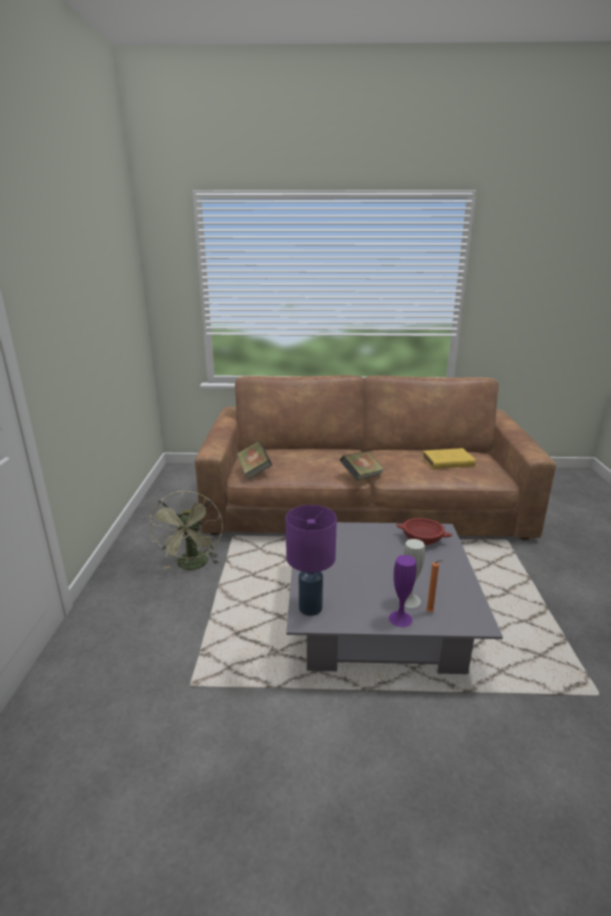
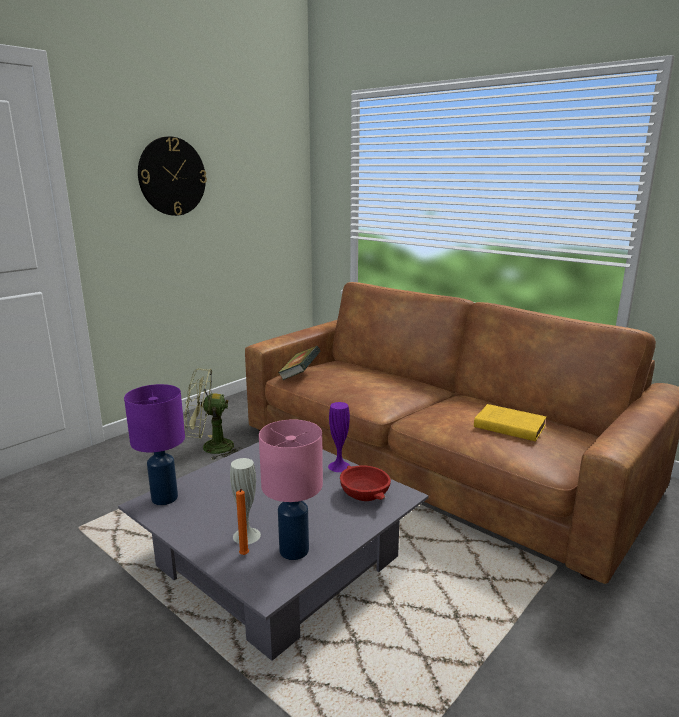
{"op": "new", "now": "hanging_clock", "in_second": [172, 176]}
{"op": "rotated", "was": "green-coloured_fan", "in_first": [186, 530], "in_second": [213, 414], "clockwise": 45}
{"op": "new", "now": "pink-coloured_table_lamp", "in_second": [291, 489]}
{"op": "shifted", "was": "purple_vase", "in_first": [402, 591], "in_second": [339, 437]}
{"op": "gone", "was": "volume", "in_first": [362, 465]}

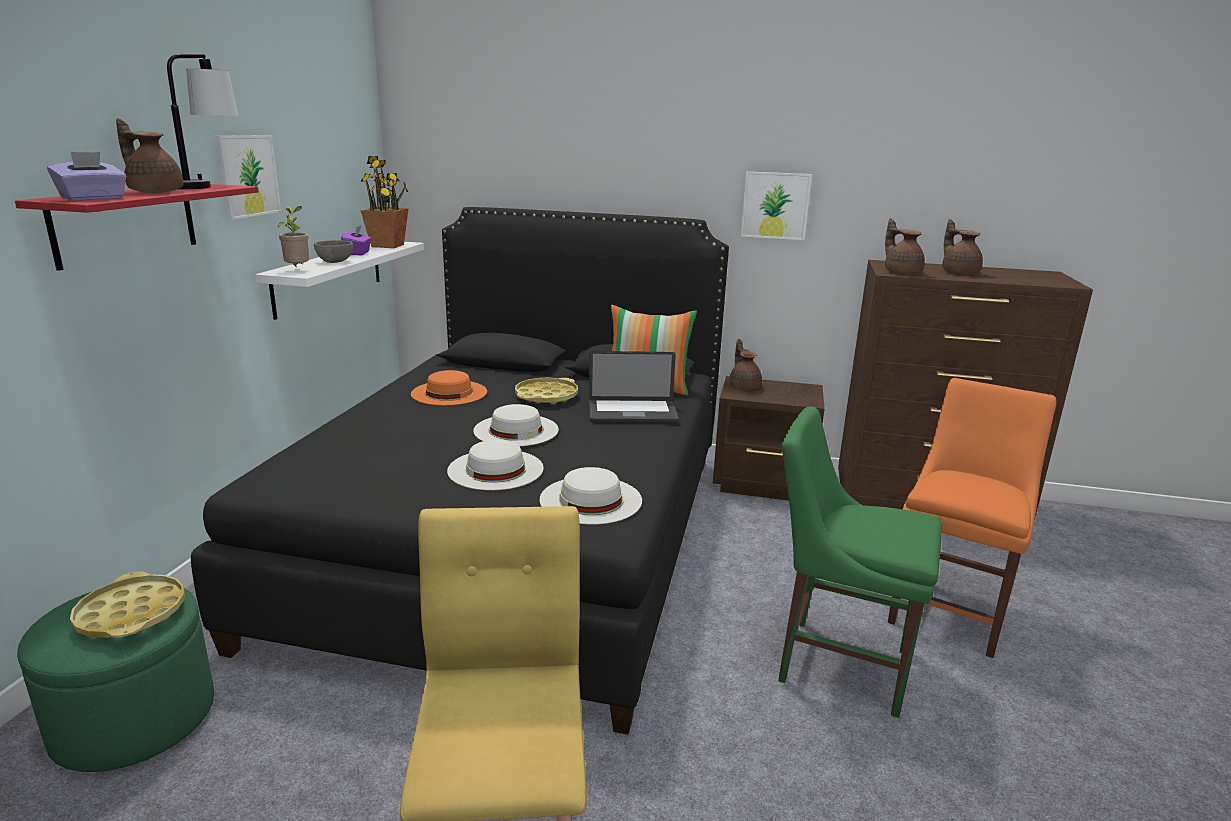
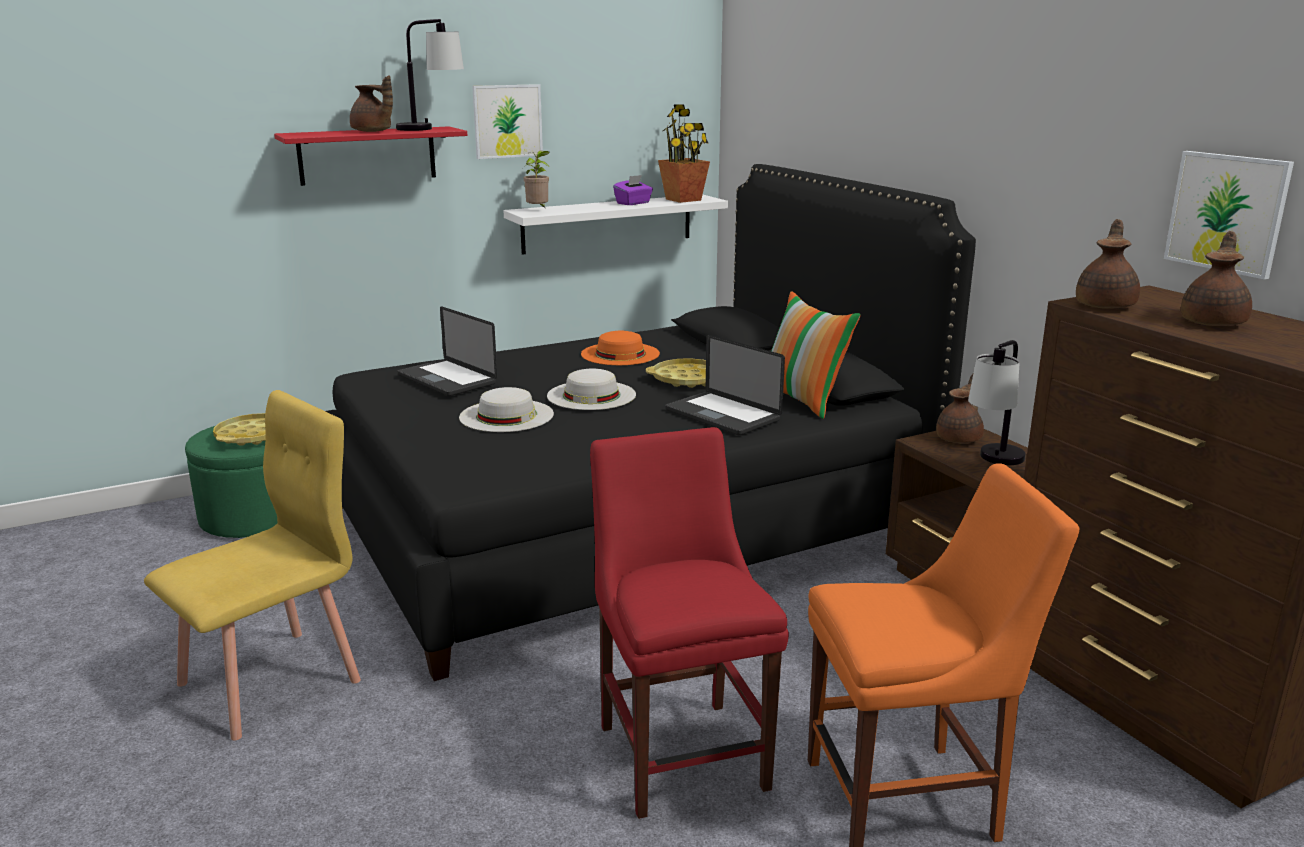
{"op": "rotated", "was": "brown-coloured_teapot", "in_first": [150, 155], "in_second": [371, 103], "clockwise": 135}
{"op": "new", "now": "portable_computer", "in_second": [447, 351]}
{"op": "repainted", "was": "green-coloured_plain_chair", "now": "reddish_plain_chair", "in_first": [860, 562], "in_second": [689, 623]}
{"op": "new", "now": "table_lamp", "in_second": [997, 402]}
{"op": "shifted", "was": "wall_art", "in_first": [776, 205], "in_second": [1229, 215]}
{"op": "gone", "was": "purple_tissue_holder", "in_first": [87, 176]}
{"op": "gone", "was": "gray_bowl", "in_first": [333, 251]}
{"op": "gone", "was": "white-coloured_clothing_hat", "in_first": [591, 496]}

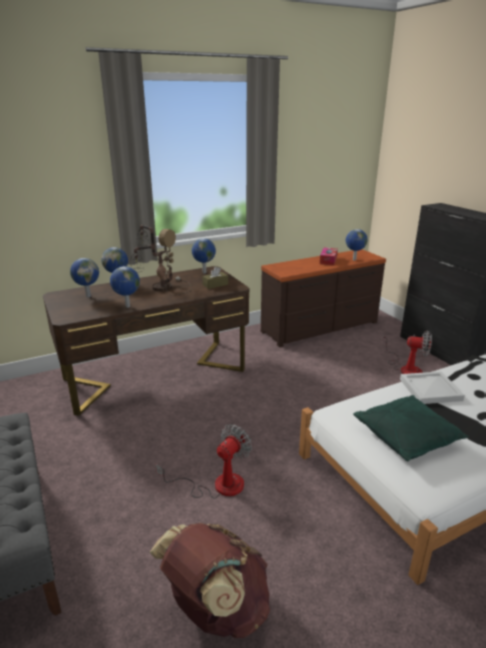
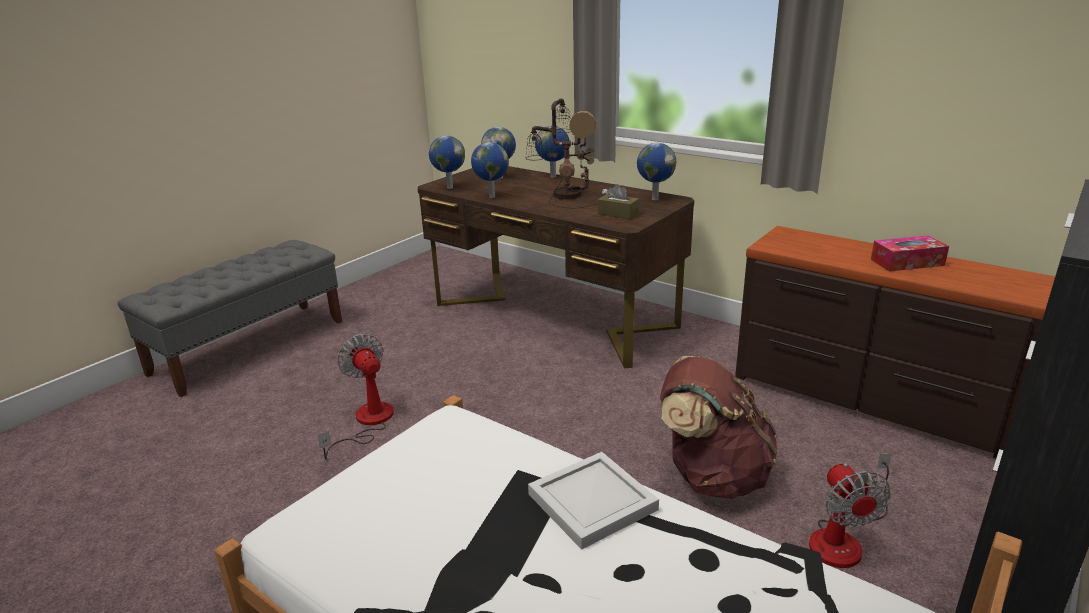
{"op": "rotated", "was": "fan", "in_first": [204, 461], "in_second": [356, 397], "clockwise": -135}
{"op": "shifted", "was": "world_globe", "in_first": [357, 244], "in_second": [447, 162]}
{"op": "shifted", "was": "brown-coloured_backpack", "in_first": [209, 580], "in_second": [718, 427]}
{"op": "gone", "was": "green-coloured_pillow", "in_first": [411, 428]}

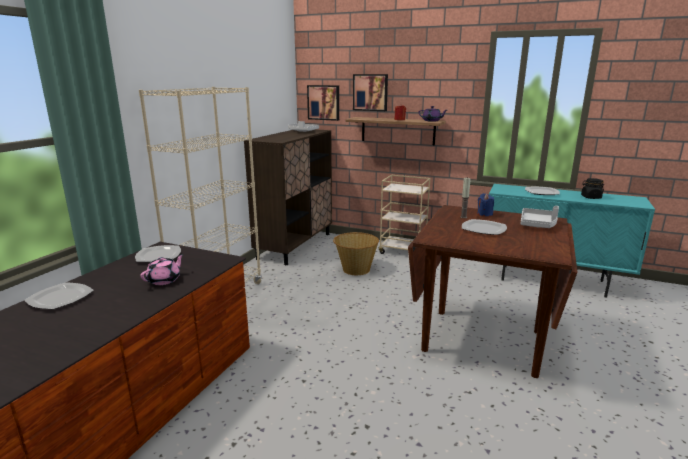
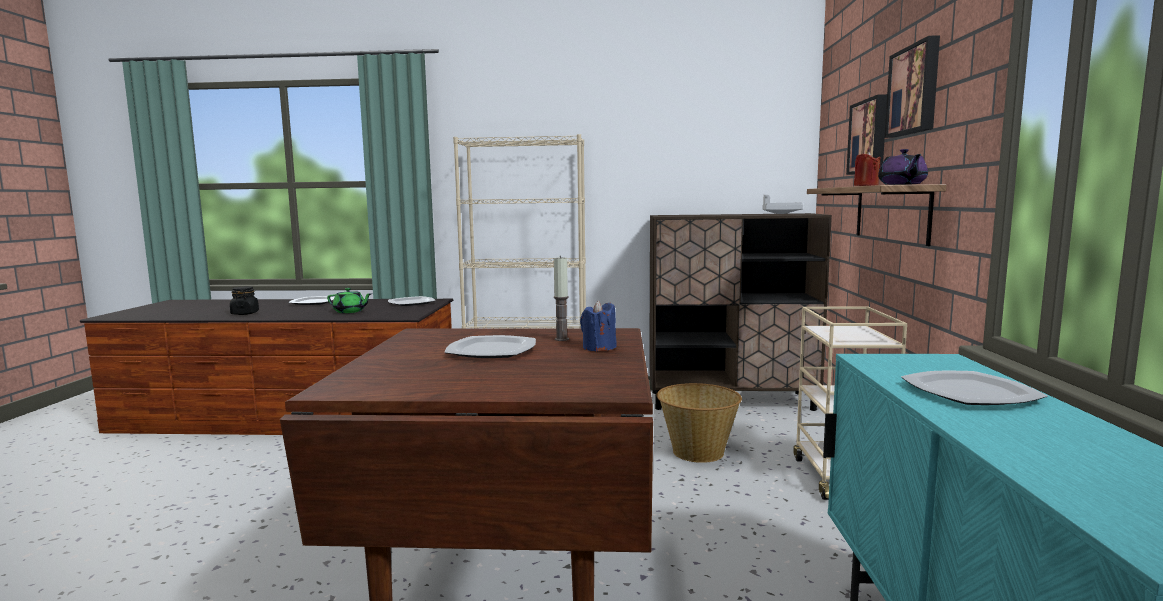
{"op": "shifted", "was": "black_storage_jar", "in_first": [592, 188], "in_second": [244, 300]}
{"op": "repainted", "was": "pink-coloured_teapot", "now": "green-coloured_teapot", "in_first": [162, 269], "in_second": [349, 300]}
{"op": "shifted", "was": "wall_art", "in_first": [323, 103], "in_second": [912, 86]}
{"op": "gone", "was": "gray_tray", "in_first": [540, 217]}

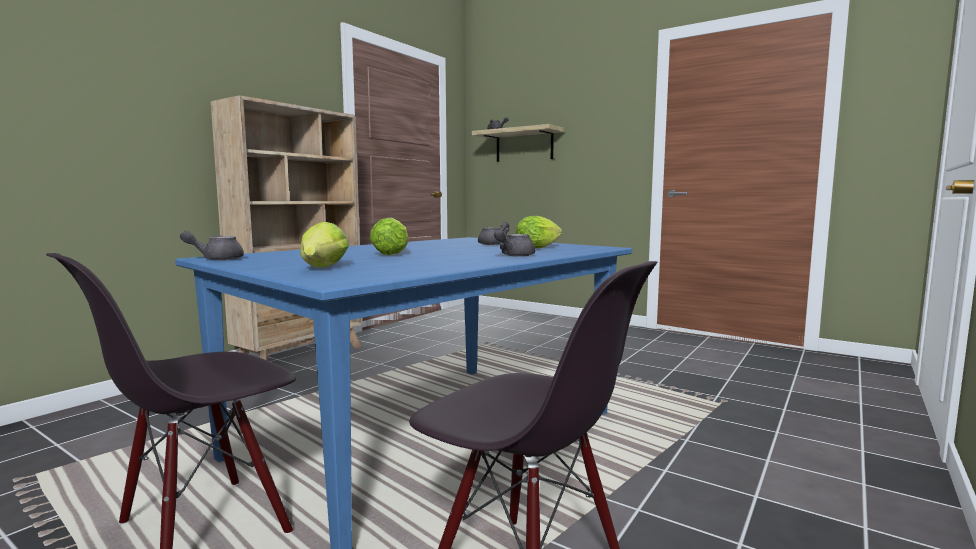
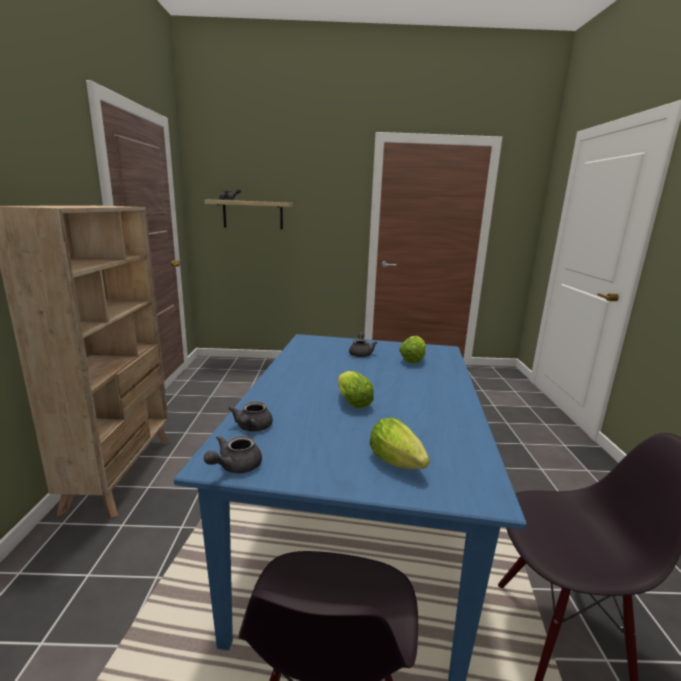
{"op": "shifted", "was": "gray_teapot", "in_first": [514, 242], "in_second": [251, 417]}

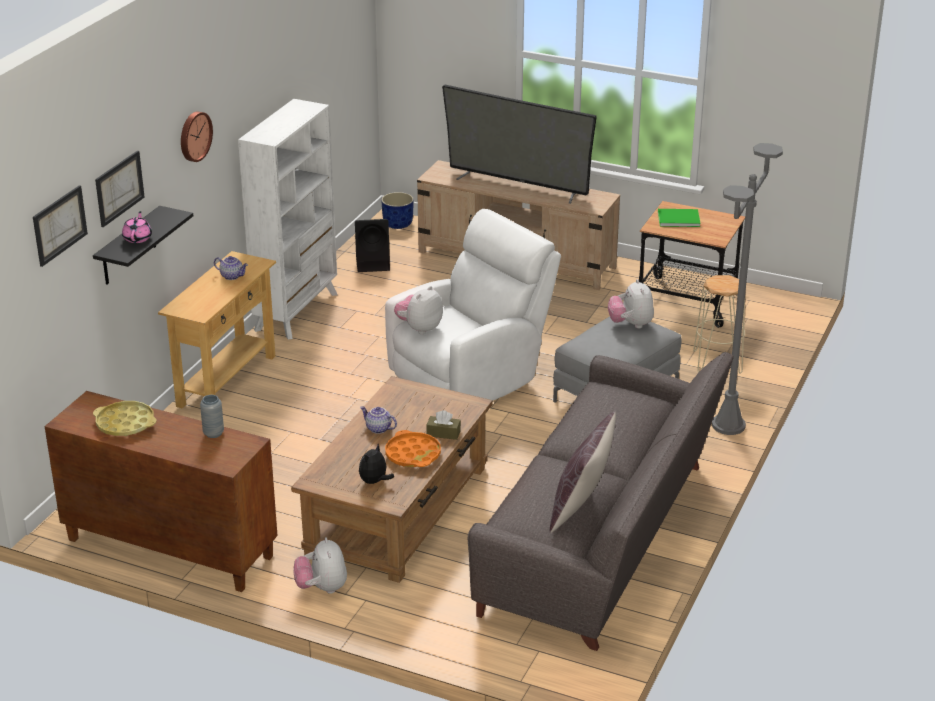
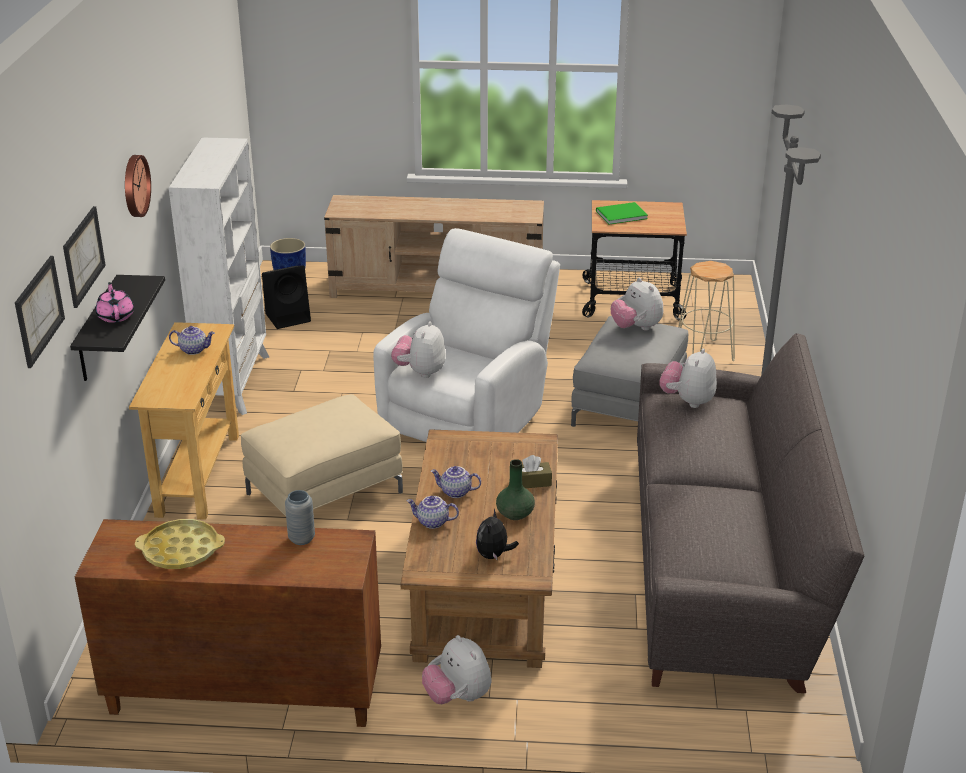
{"op": "new", "now": "beige-coloured_ottoman", "in_second": [322, 455]}
{"op": "new", "now": "teapot", "in_second": [432, 512]}
{"op": "swapped", "was": "orangey_tray", "now": "green-coloured_vase", "in_first": [413, 448], "in_second": [515, 489]}
{"op": "new", "now": "soft_toy", "in_second": [688, 378]}
{"op": "gone", "was": "television", "in_first": [519, 144]}
{"op": "gone", "was": "brown-coloured_pillow", "in_first": [583, 472]}

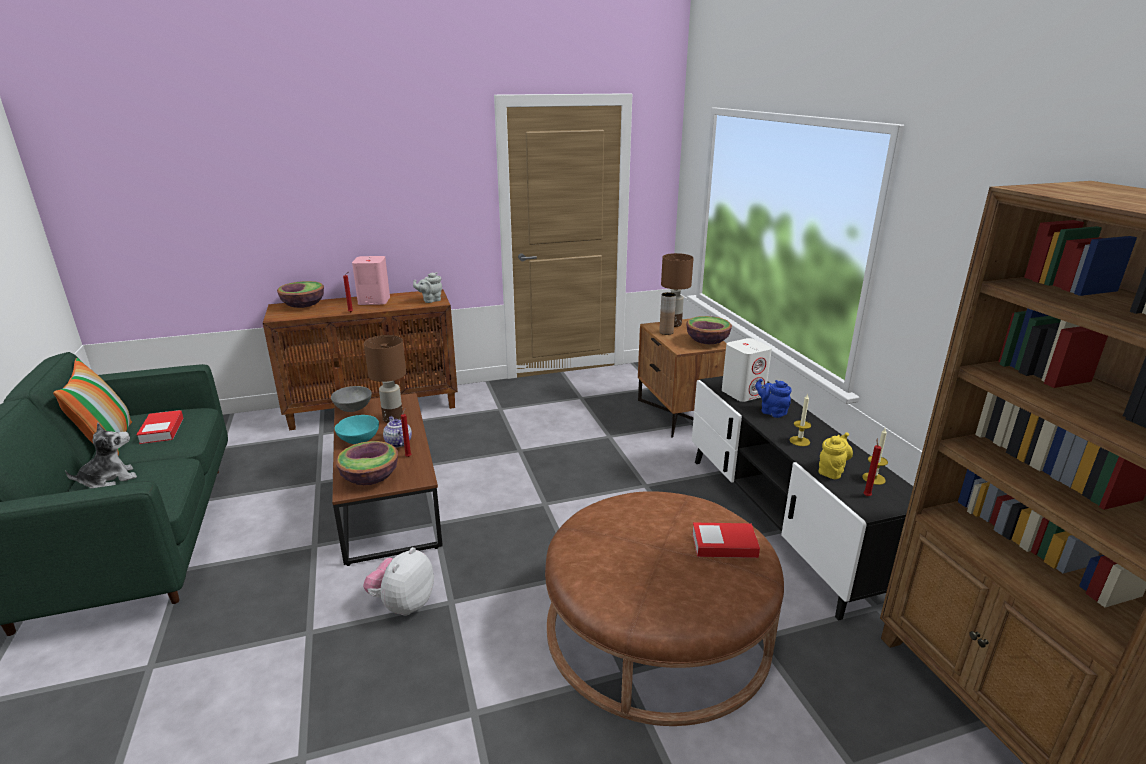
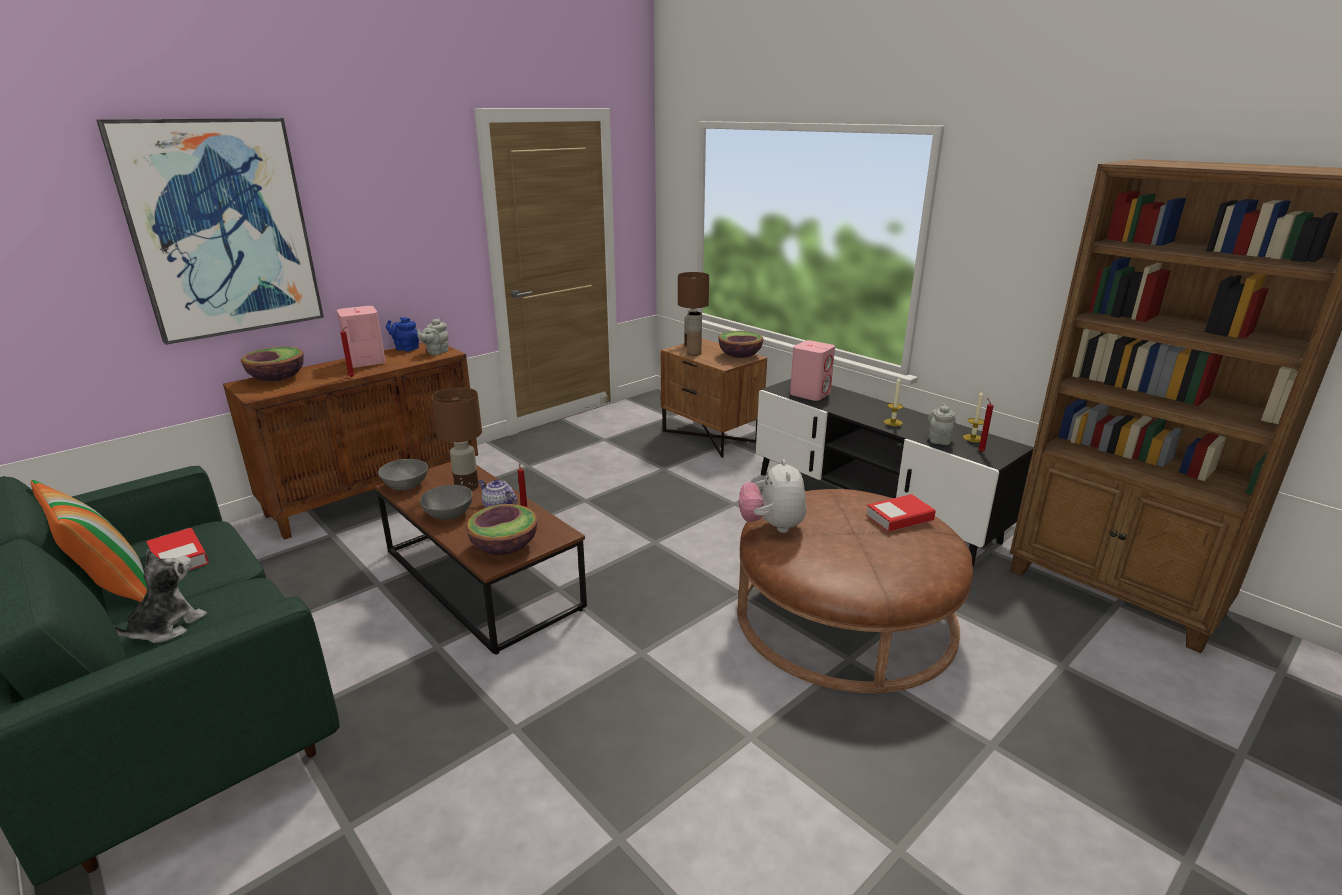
{"op": "new", "now": "wall_art", "in_second": [210, 231]}
{"op": "shifted", "was": "bluish_teapot", "in_first": [773, 398], "in_second": [402, 334]}
{"op": "repainted", "was": "turquoise-coloured_bowl", "now": "gray_bowl", "in_first": [357, 429], "in_second": [446, 502]}
{"op": "shifted", "was": "soft_toy", "in_first": [398, 581], "in_second": [772, 496]}
{"op": "repainted", "was": "white-coloured_audio_speaker", "now": "pink-coloured_audio_speaker", "in_first": [747, 370], "in_second": [812, 370]}
{"op": "repainted", "was": "yellow_teapot", "now": "gray_teapot", "in_first": [835, 455], "in_second": [941, 424]}

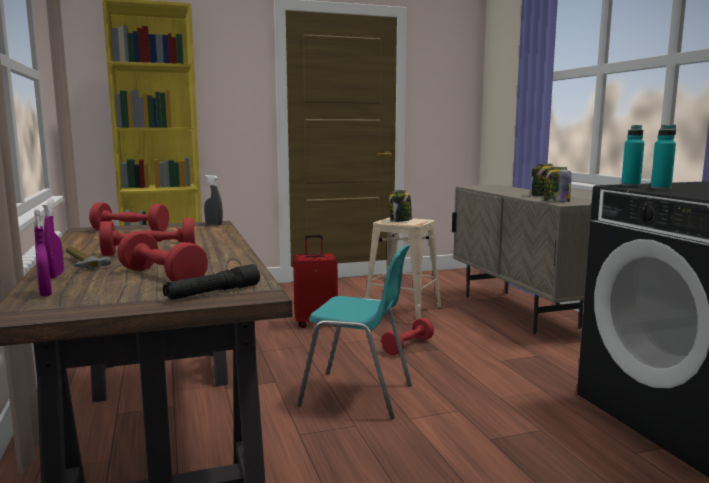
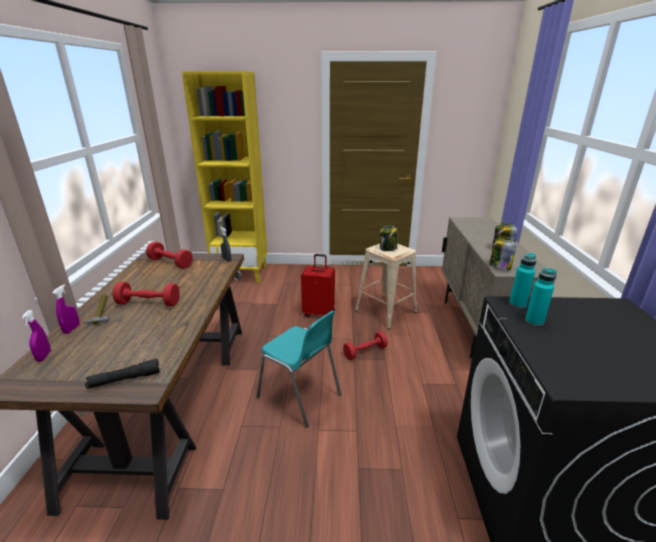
{"op": "gone", "was": "reddish_hand_weight", "in_first": [162, 256]}

